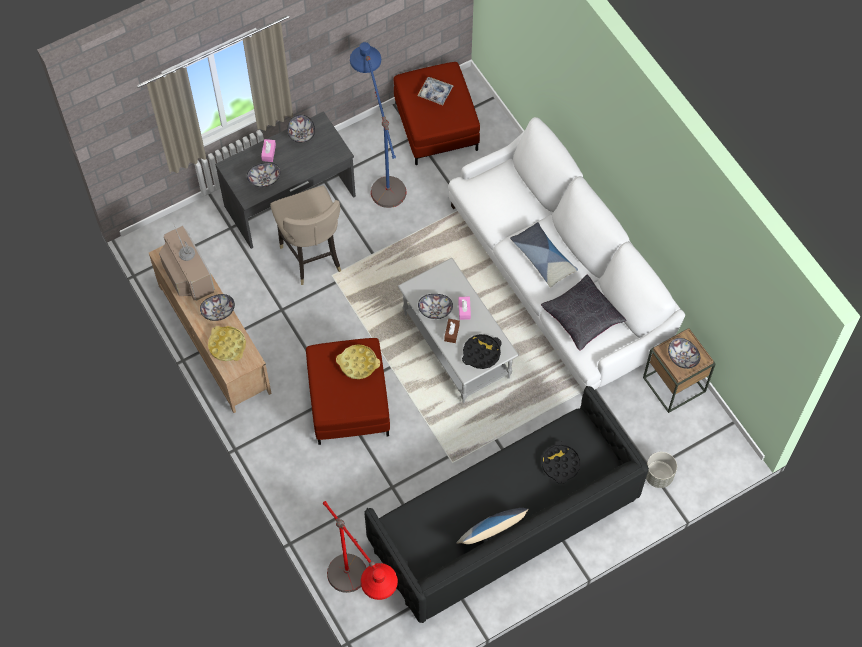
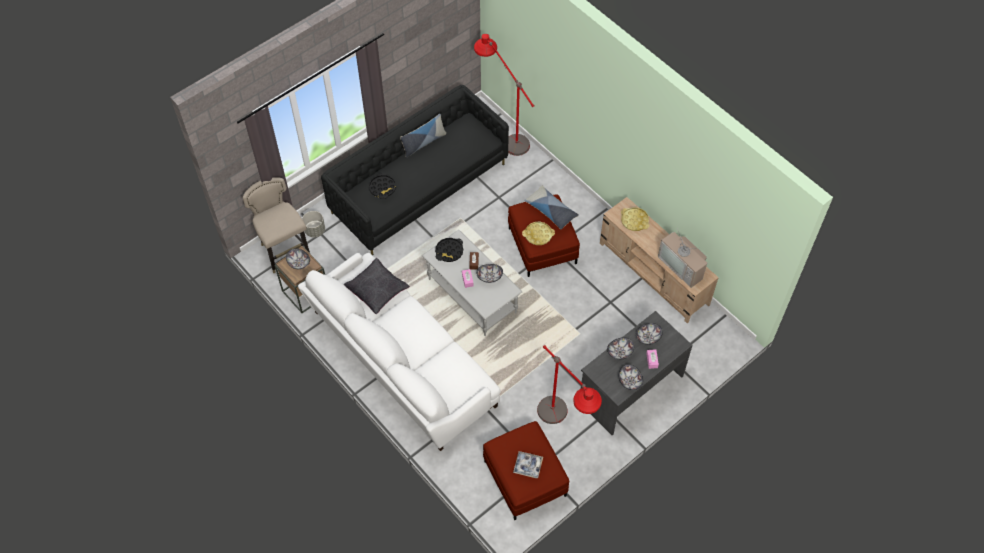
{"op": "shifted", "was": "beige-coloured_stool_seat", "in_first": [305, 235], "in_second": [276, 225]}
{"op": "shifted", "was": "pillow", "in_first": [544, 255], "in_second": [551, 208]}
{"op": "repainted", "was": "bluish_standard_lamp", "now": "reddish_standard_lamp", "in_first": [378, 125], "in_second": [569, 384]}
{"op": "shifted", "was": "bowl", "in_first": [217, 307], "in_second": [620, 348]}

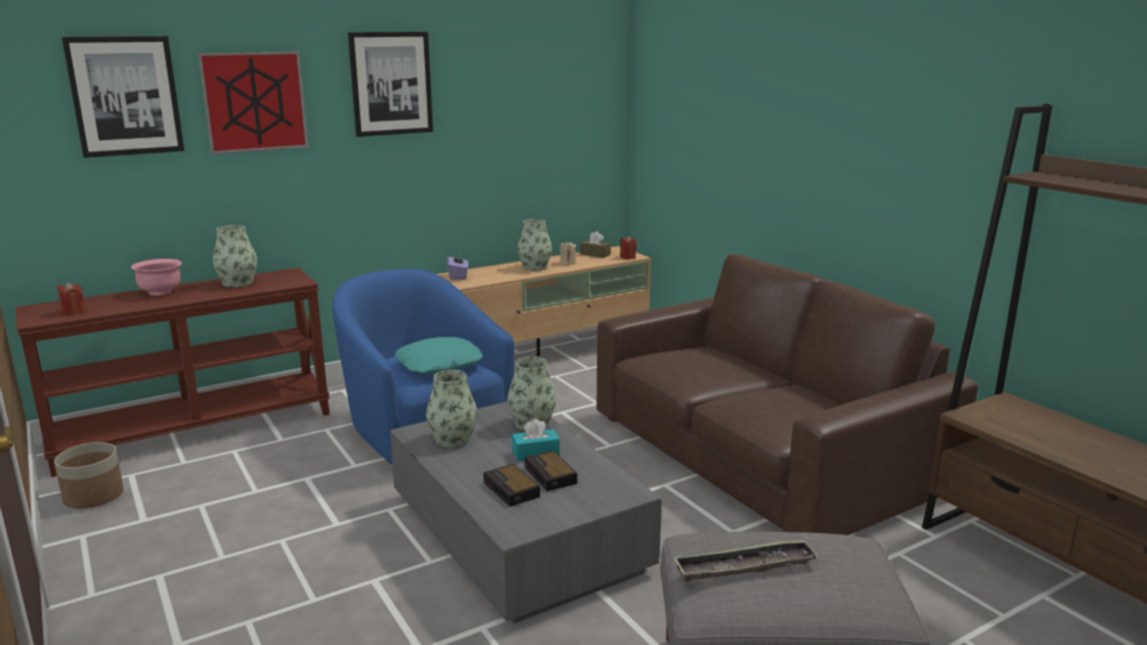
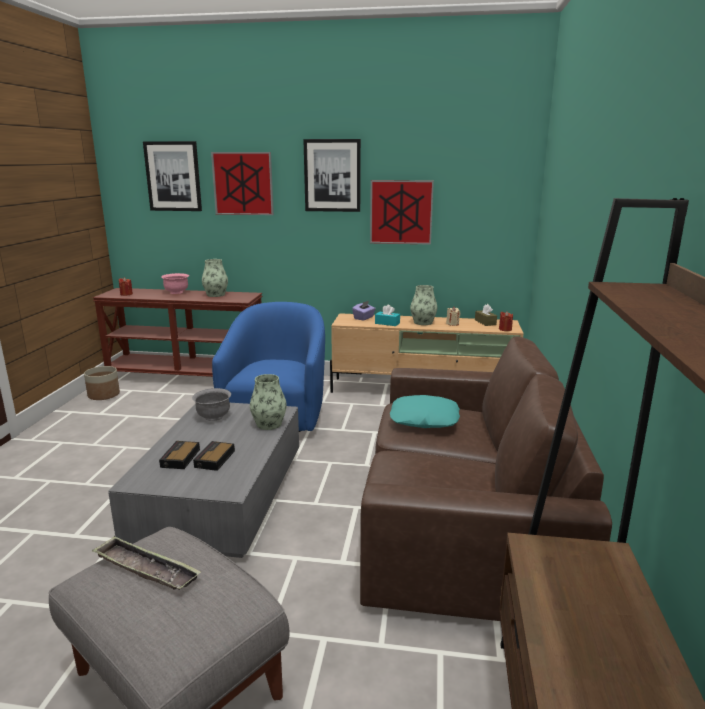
{"op": "swapped", "was": "vase", "now": "gray_bowl", "in_first": [451, 408], "in_second": [211, 404]}
{"op": "new", "now": "wall_art", "in_second": [402, 212]}
{"op": "shifted", "was": "turquoise-coloured_tissue_holder", "in_first": [536, 440], "in_second": [387, 315]}
{"op": "shifted", "was": "turquoise-coloured_pillow", "in_first": [439, 355], "in_second": [425, 411]}

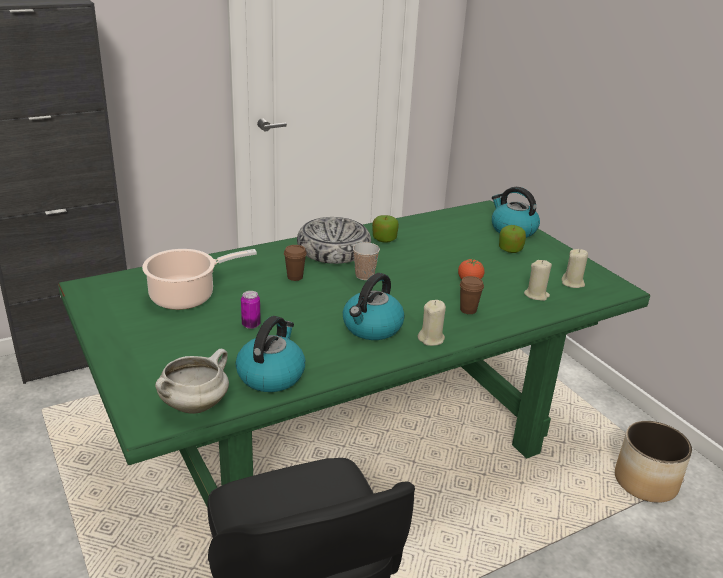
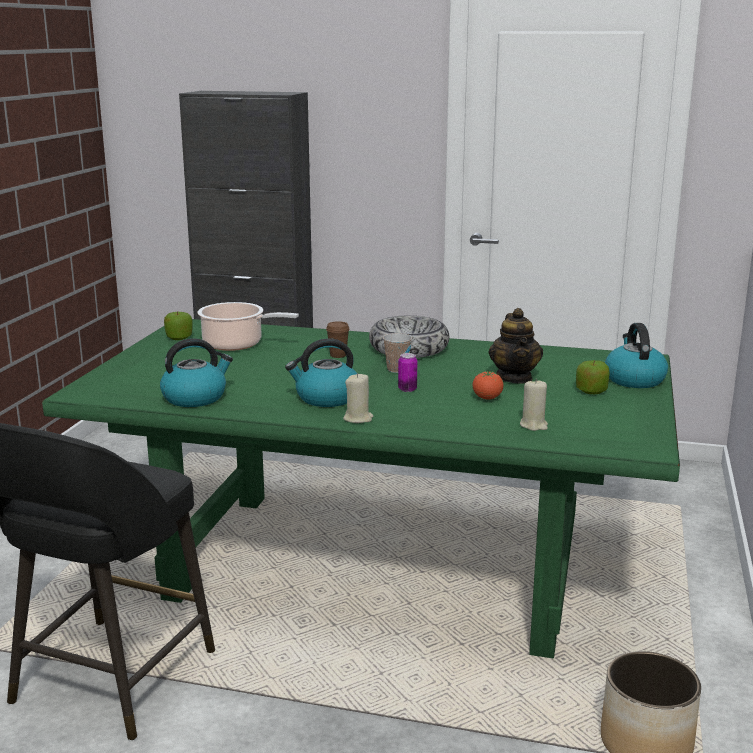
{"op": "shifted", "was": "apple", "in_first": [385, 229], "in_second": [178, 325]}
{"op": "shifted", "was": "metal_can", "in_first": [251, 310], "in_second": [407, 372]}
{"op": "new", "now": "teapot", "in_second": [515, 346]}
{"op": "gone", "was": "white-coloured_saucepot", "in_first": [192, 381]}
{"op": "gone", "was": "brown-coloured_cup", "in_first": [472, 295]}
{"op": "gone", "was": "beige-coloured_candle", "in_first": [574, 268]}

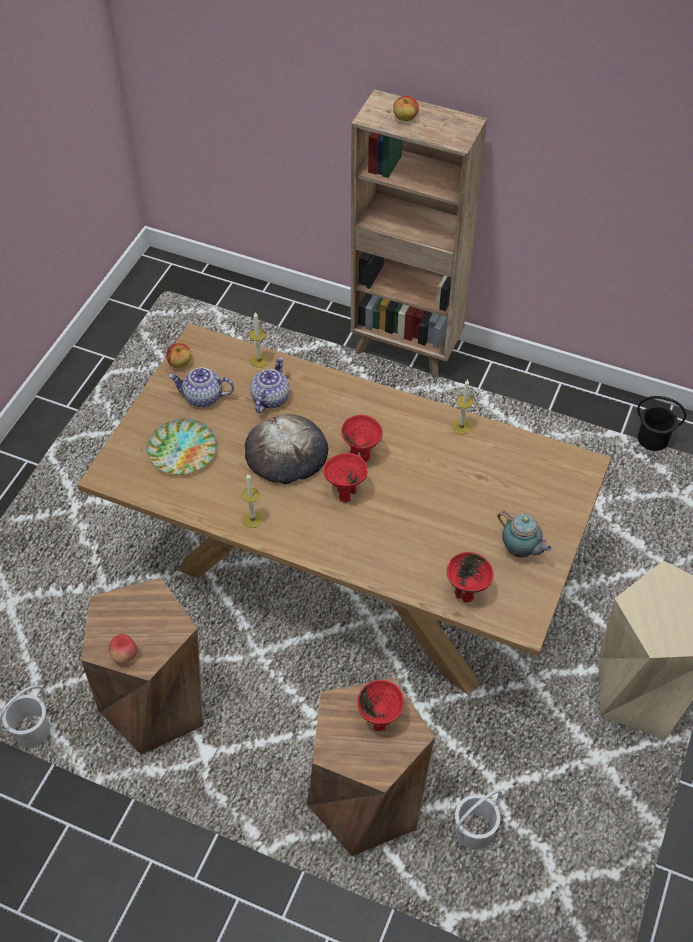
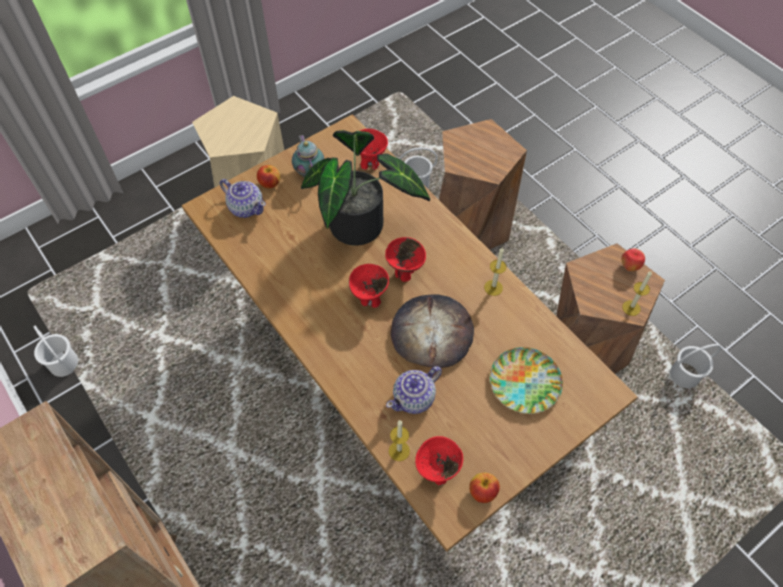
{"op": "repainted", "was": "black_bucket", "now": "white-coloured_bucket", "in_first": [661, 423], "in_second": [55, 351]}
{"op": "shifted", "was": "teapot", "in_first": [201, 387], "in_second": [243, 198]}
{"op": "shifted", "was": "apple", "in_first": [406, 109], "in_second": [268, 176]}
{"op": "new", "now": "potted_plant", "in_second": [365, 188]}
{"op": "shifted", "was": "reddish_bowl", "in_first": [380, 706], "in_second": [439, 461]}
{"op": "shifted", "was": "candle", "in_first": [462, 407], "in_second": [637, 293]}

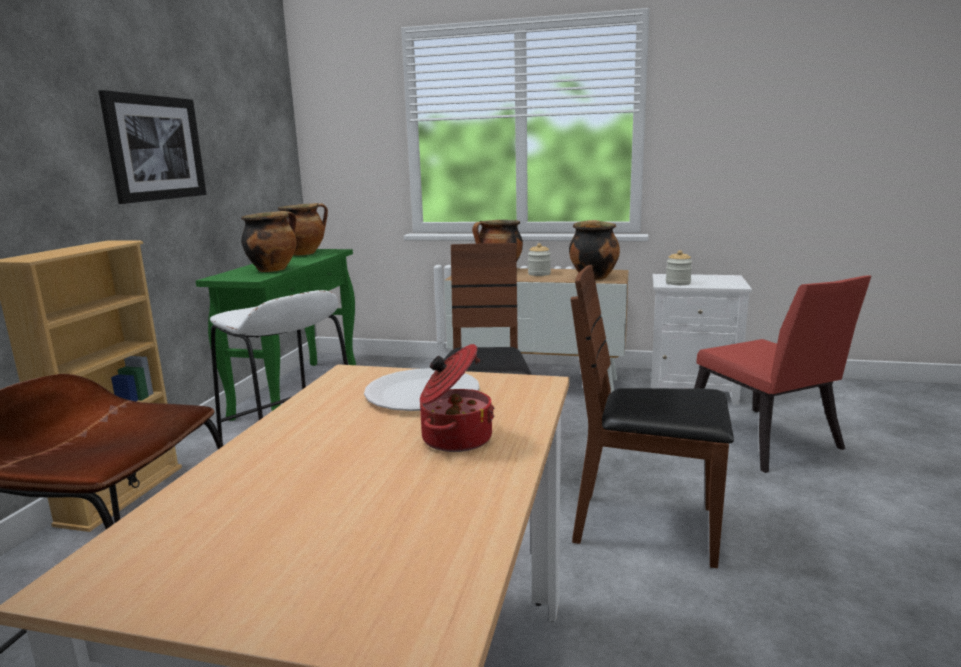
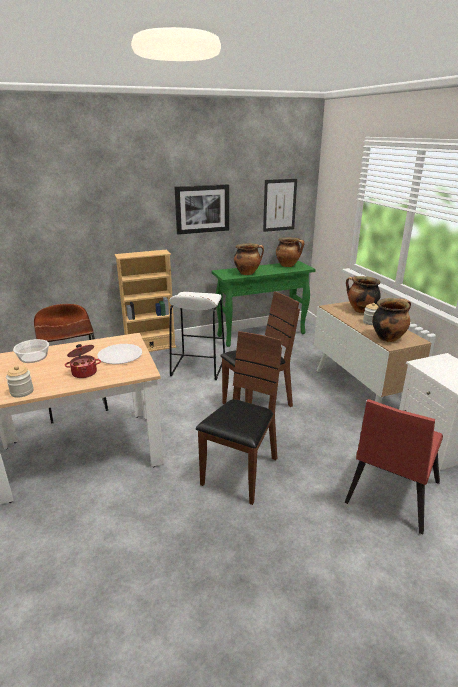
{"op": "shifted", "was": "storage_jar", "in_first": [679, 267], "in_second": [20, 382]}
{"op": "new", "now": "bowl", "in_second": [31, 351]}
{"op": "rotated", "was": "brown-coloured_plain_chair", "in_first": [652, 416], "in_second": [239, 418], "clockwise": 45}
{"op": "new", "now": "wall_art", "in_second": [280, 205]}

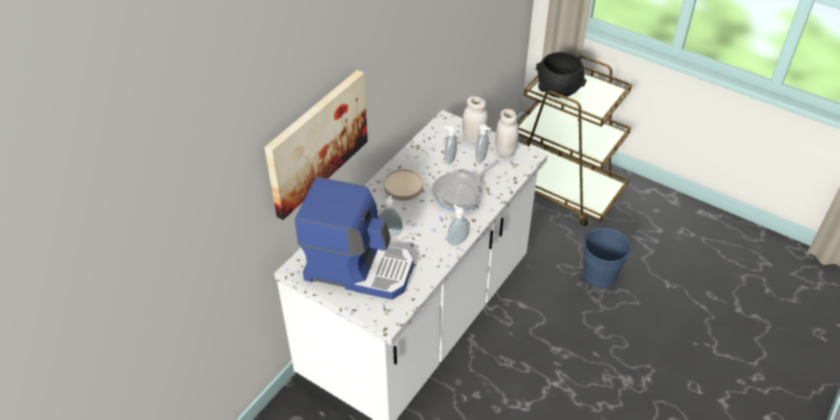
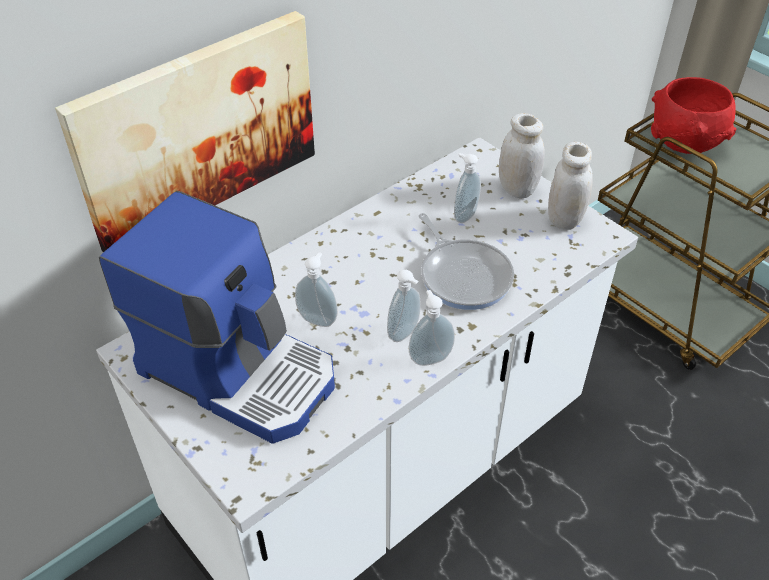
{"op": "shifted", "was": "liquid_soap_bottle", "in_first": [483, 143], "in_second": [404, 306]}
{"op": "rotated", "was": "frying_pan", "in_first": [463, 188], "in_second": [466, 261], "clockwise": -90}
{"op": "repainted", "was": "black_bowl", "now": "reddish_bowl", "in_first": [561, 75], "in_second": [694, 115]}
{"op": "gone", "was": "beige-coloured_plate", "in_first": [403, 185]}
{"op": "gone", "was": "bluish_bucket", "in_first": [608, 258]}

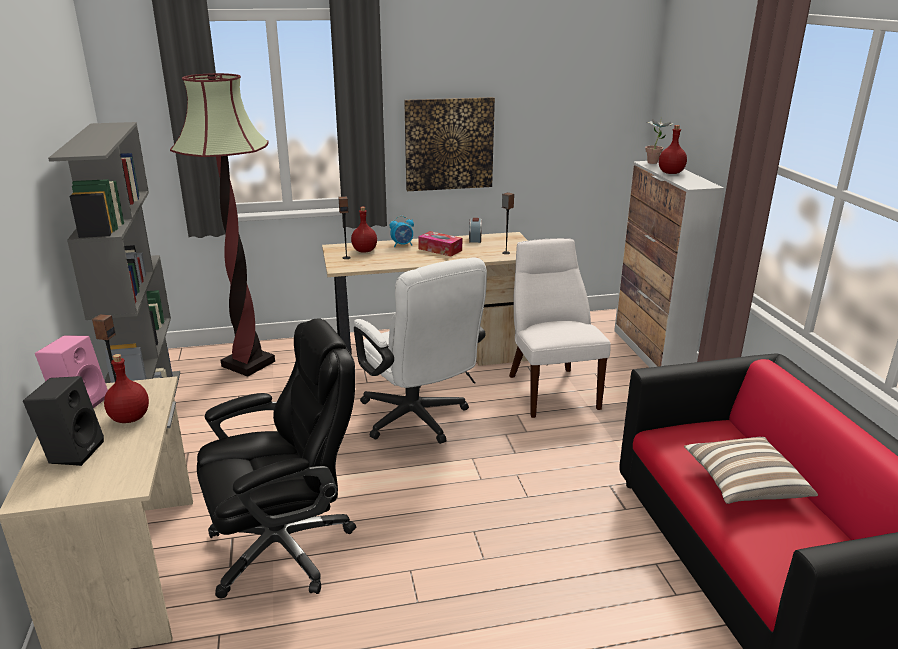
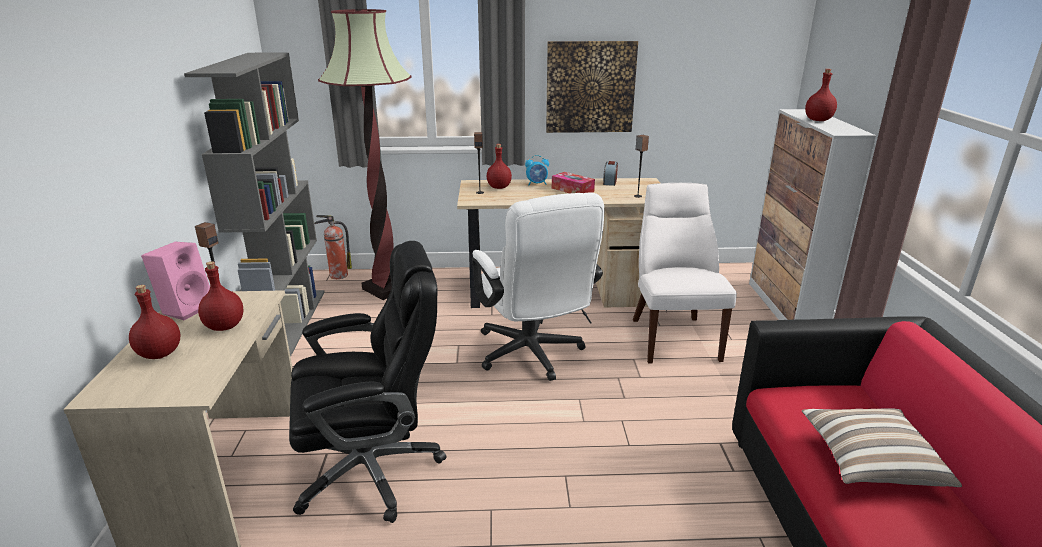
{"op": "swapped", "was": "black_audio_speaker", "now": "reddish_bottle", "in_first": [63, 421], "in_second": [154, 322]}
{"op": "new", "now": "fire-fighting_cylinder", "in_second": [333, 247]}
{"op": "gone", "was": "potted_plant", "in_first": [659, 140]}

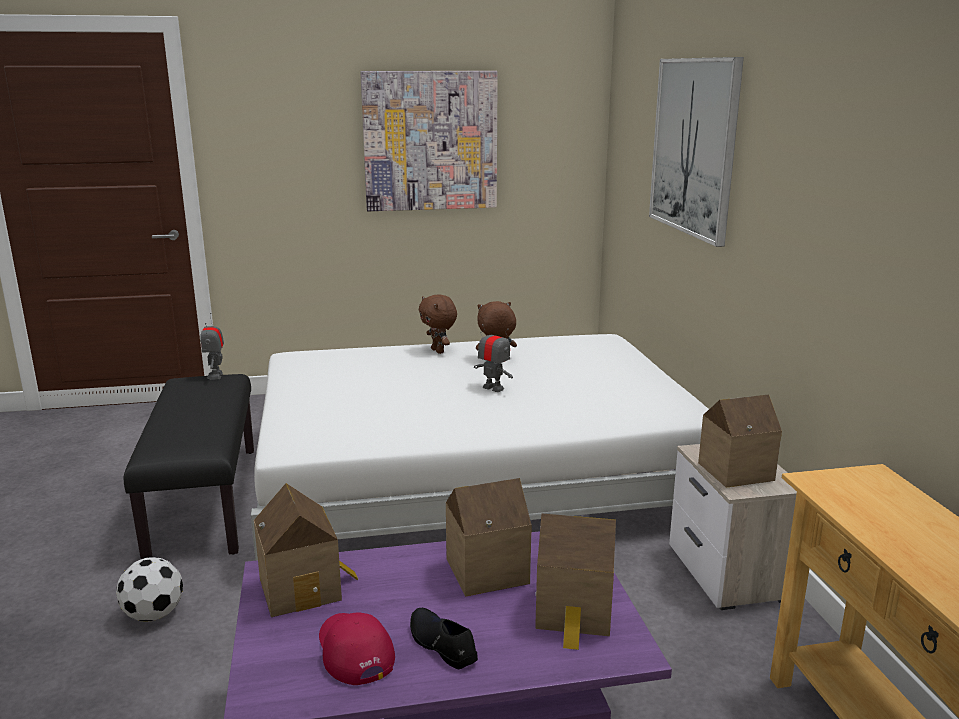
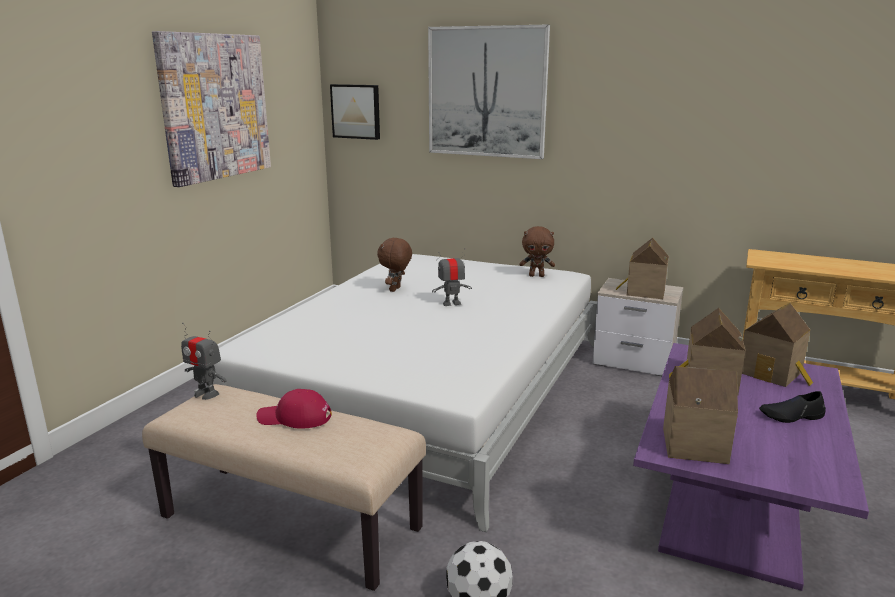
{"op": "repainted", "was": "black_bench", "now": "beige-coloured_bench", "in_first": [189, 466], "in_second": [284, 487]}
{"op": "shifted", "was": "reddish_baseball_cap", "in_first": [357, 648], "in_second": [294, 409]}
{"op": "new", "now": "wall_art", "in_second": [355, 112]}
{"op": "shifted", "was": "brown-coloured_soft_toy", "in_first": [438, 324], "in_second": [537, 251]}

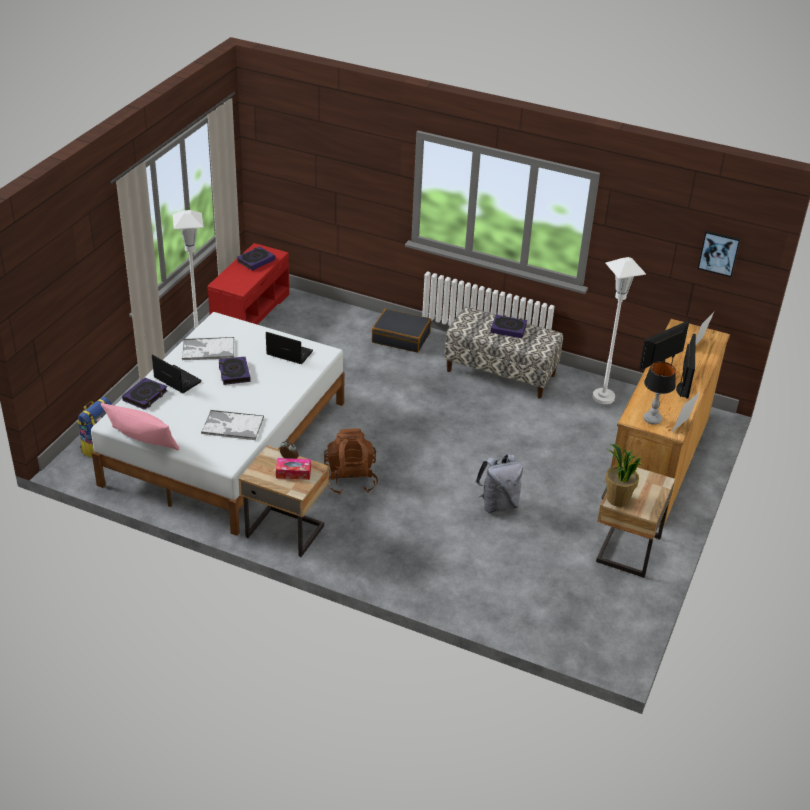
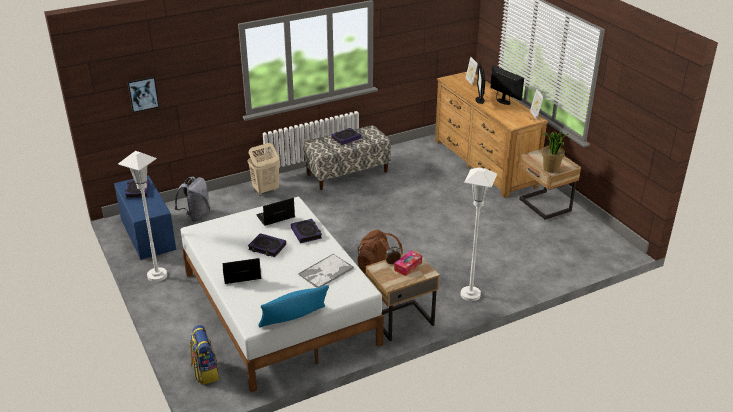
{"op": "repainted", "was": "reddish_bench", "now": "bluish_bench", "in_first": [248, 284], "in_second": [145, 217]}
{"op": "shifted", "was": "wall_art", "in_first": [719, 253], "in_second": [143, 94]}
{"op": "shifted", "was": "gray_backpack", "in_first": [499, 483], "in_second": [192, 199]}
{"op": "swapped", "was": "black_piece_of_luggage", "now": "beige-coloured_laundry_basket", "in_first": [401, 331], "in_second": [264, 169]}
{"op": "repainted", "was": "pink-coloured_pillow", "now": "bluish_pillow", "in_first": [140, 426], "in_second": [293, 306]}
{"op": "shifted", "was": "volume", "in_first": [145, 394], "in_second": [306, 231]}
{"op": "shifted", "was": "white-coloured_standard_lamp", "in_first": [619, 330], "in_second": [479, 234]}
{"op": "gone", "was": "tray", "in_first": [208, 348]}
{"op": "gone", "was": "table_lamp", "in_first": [660, 393]}

